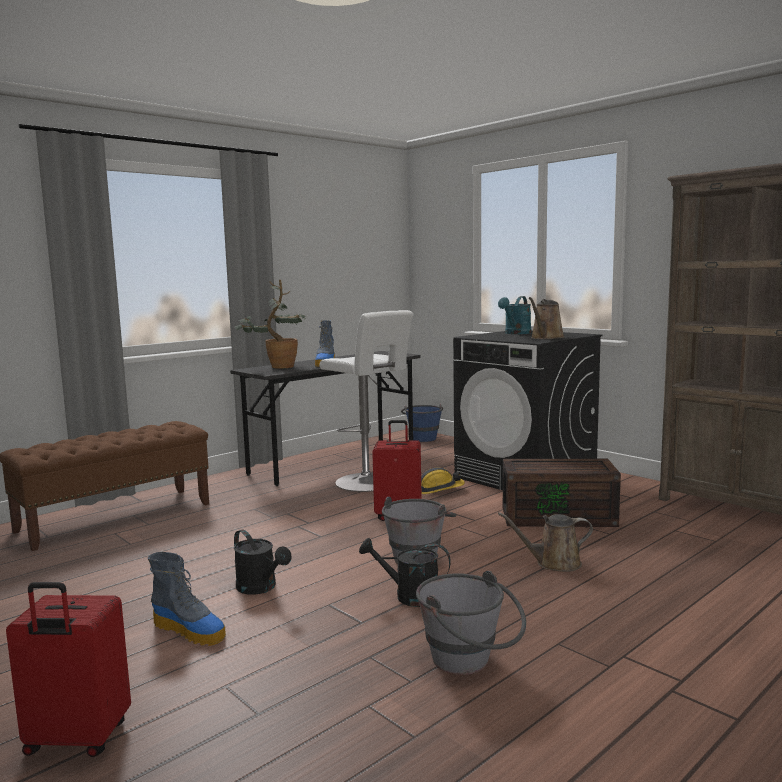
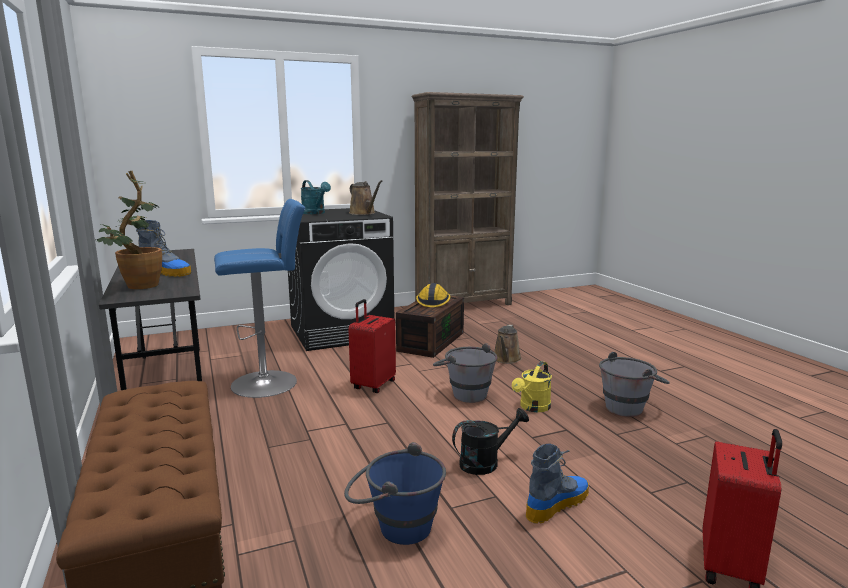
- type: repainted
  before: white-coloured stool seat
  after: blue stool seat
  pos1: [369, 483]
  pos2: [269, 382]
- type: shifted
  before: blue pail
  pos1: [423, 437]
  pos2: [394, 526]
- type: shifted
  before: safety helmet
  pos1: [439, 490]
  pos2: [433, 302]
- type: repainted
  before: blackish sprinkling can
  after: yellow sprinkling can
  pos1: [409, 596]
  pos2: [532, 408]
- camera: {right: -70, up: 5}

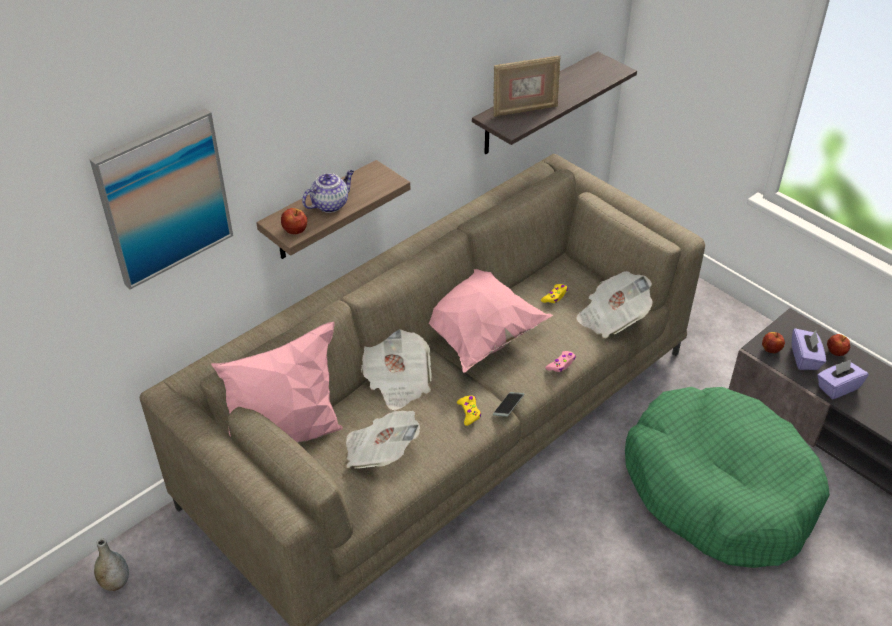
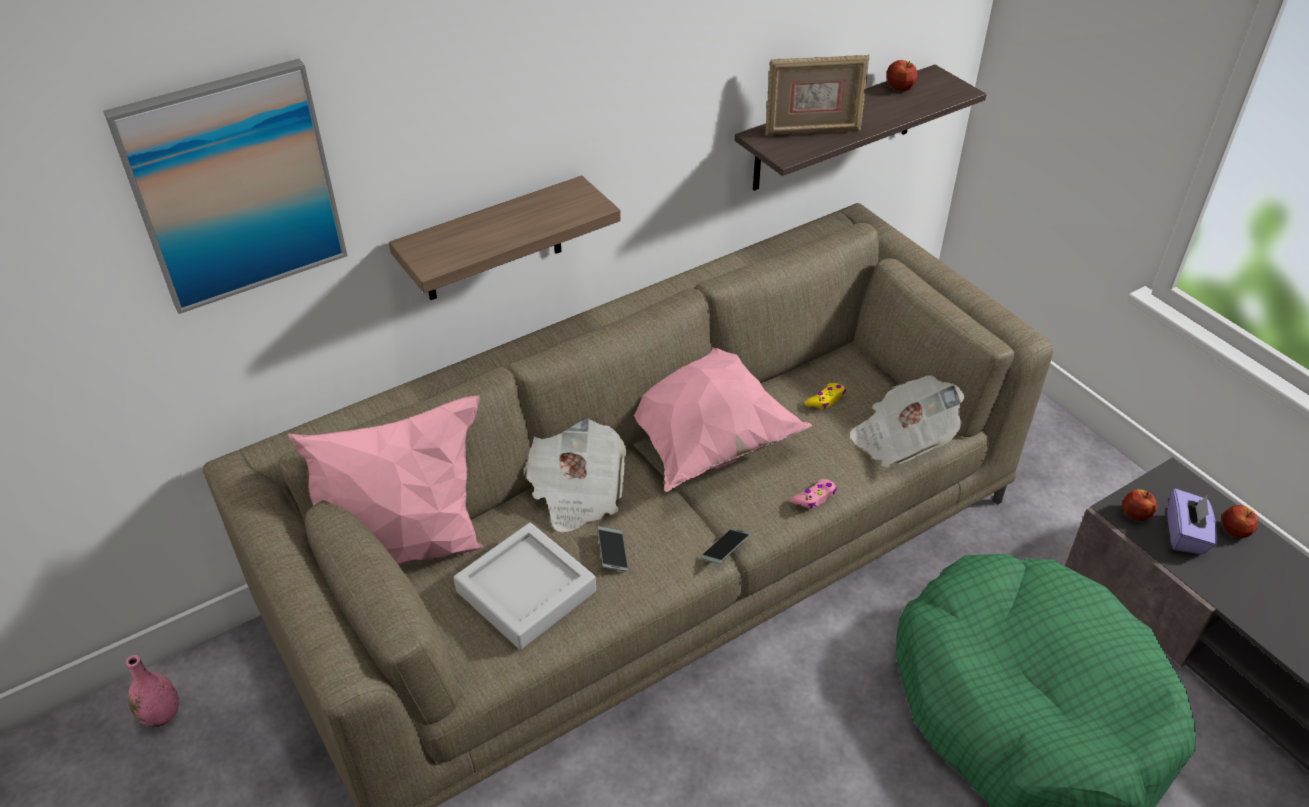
- type: gone
  before: tea pot
  pos1: [330, 204]
- type: shifted
  before: apple fruit
  pos1: [295, 230]
  pos2: [899, 88]
- type: gone
  before: purplish box of tissues
  pos1: [837, 387]
- type: gone
  before: yellow game controller
  pos1: [469, 412]
- type: swapped
  before: newspaper
  after: gray serving tray
  pos1: [380, 452]
  pos2: [526, 591]
- type: repainted
  before: gray decorative vase
  after: pink decorative vase
  pos1: [115, 582]
  pos2: [161, 715]
- type: new
  after: handset
  pos2: [612, 552]
- camera: {right: 10, up: 0}

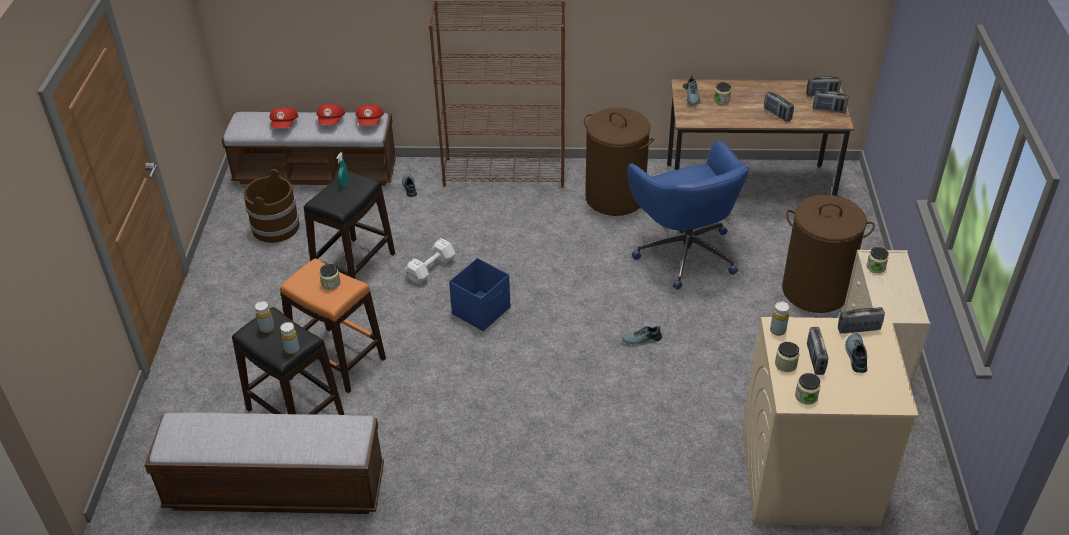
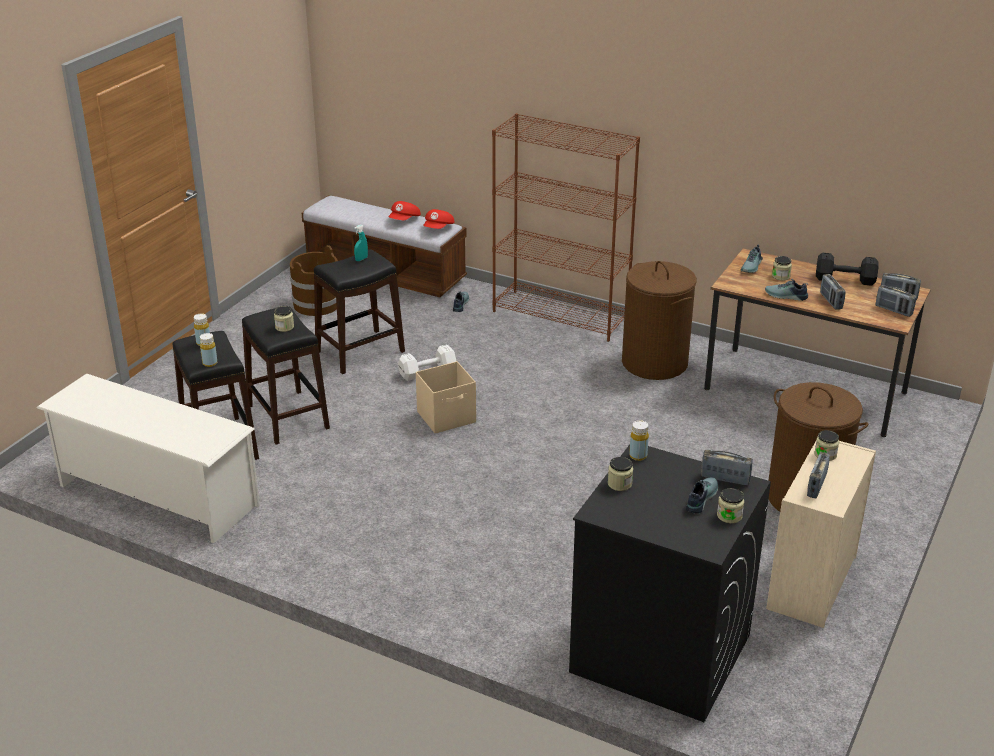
- type: gone
  before: red-coloured cap
  pos1: [285, 124]
- type: gone
  before: blue desk chair
  pos1: [684, 252]
- type: repainted
  before: orangey stool seat
  after: blackish stool seat
  pos1: [338, 359]
  pos2: [288, 416]
- type: repainted
  before: blue storage box
  after: sand-coloured storage box
  pos1: [482, 310]
  pos2: [447, 417]
- type: repainted
  before: sand-coloured washing machine
  after: blackish washing machine
  pos1: [807, 477]
  pos2: [659, 653]
- type: shifted
  before: item of footwear
  pos1: [642, 340]
  pos2: [785, 296]
- type: shifted
  before: radio receiver
  pos1: [815, 359]
  pos2: [816, 486]
- type: shifted
  before: storage jar
  pos1: [806, 396]
  pos2: [729, 516]
- type: swapped
  before: long seat
  after: white-coloured shoe rack
  pos1: [275, 489]
  pos2: [157, 495]
- type: new
  after: blackish hand weight
  pos2: [846, 280]
- camera: {right: 25, up: -10}

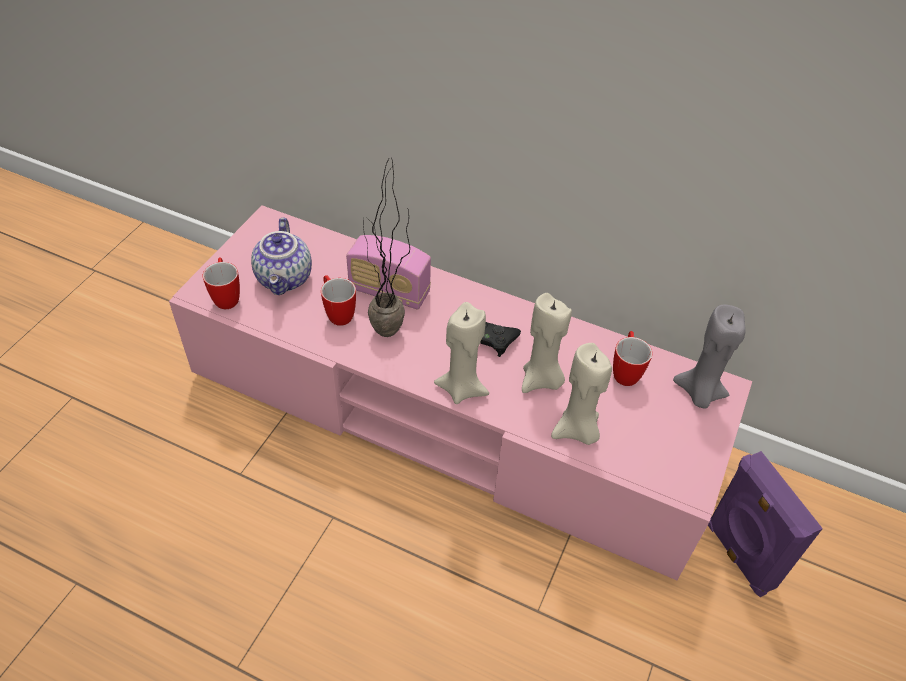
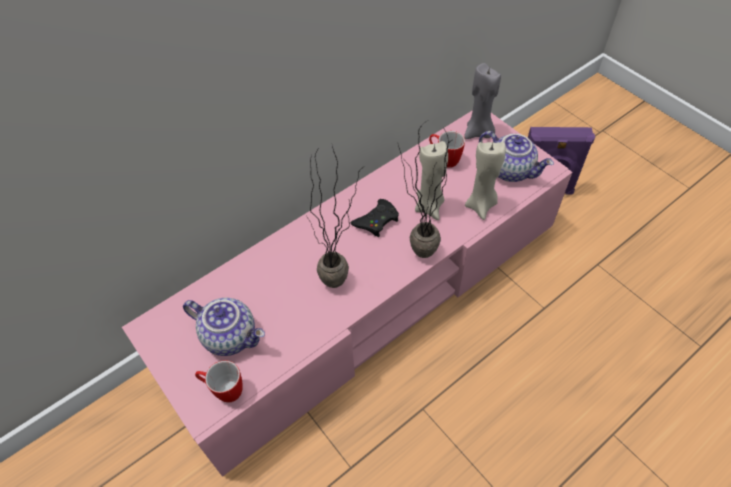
- type: gone
  before: radio receiver
  pos1: [389, 291]
- type: gone
  before: coffee mug
  pos1: [337, 313]
- type: swapped
  before: sand-coloured wax candle
  after: houseplant
  pos1: [461, 388]
  pos2: [414, 255]
- type: new
  after: tea pot
  pos2: [511, 170]
- camera: {right: -60, up: 5}

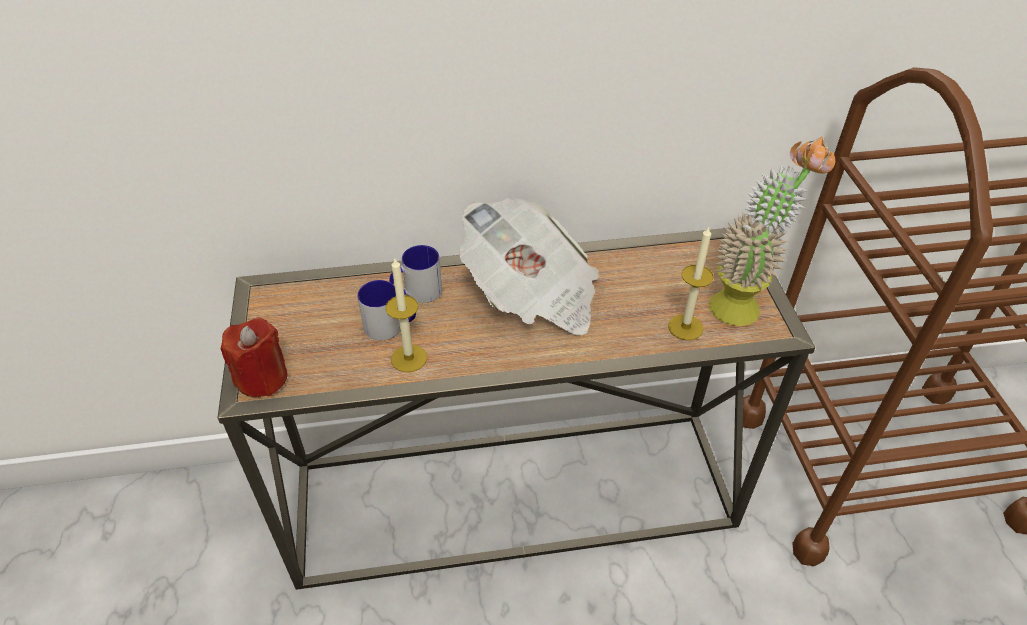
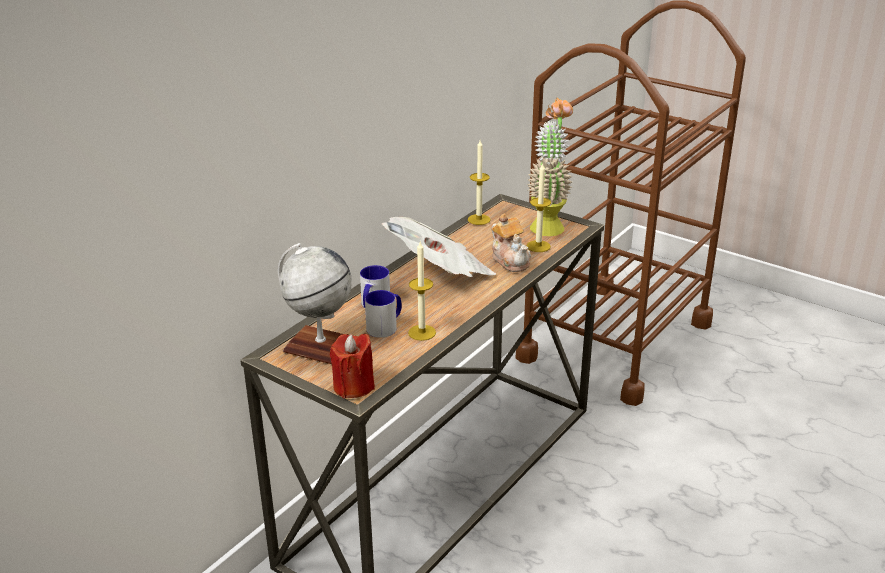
- type: new
  after: wax candle
  pos2: [479, 219]
- type: new
  after: tea pot
  pos2: [510, 260]
- type: new
  after: world globe
  pos2: [320, 347]
- camera: {right: -45, up: -15}

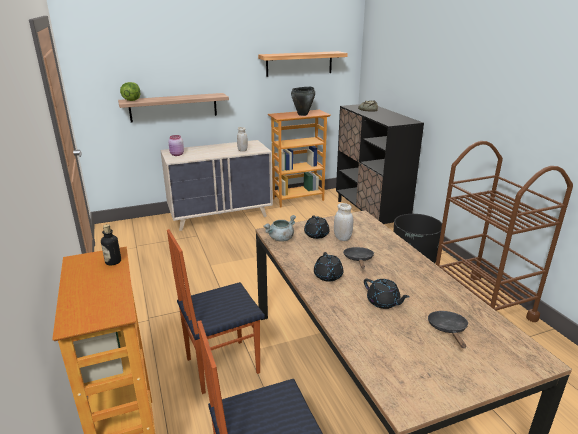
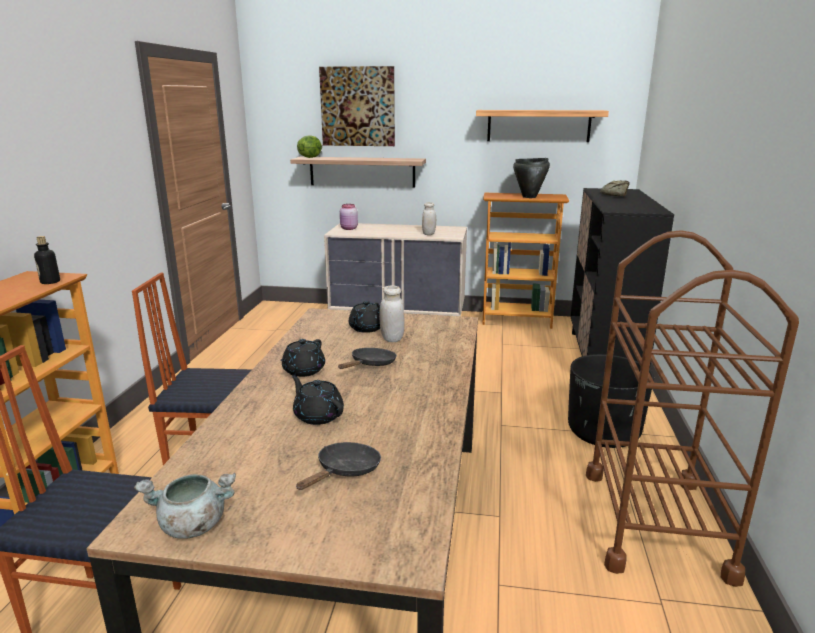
- type: shifted
  before: gray saucepot
  pos1: [281, 239]
  pos2: [191, 526]
- type: rotated
  before: blackish tea pot
  pos1: [383, 302]
  pos2: [318, 415]
  turn: 150
- type: new
  after: picture
  pos2: [358, 106]
- camera: {right: 30, up: -5}

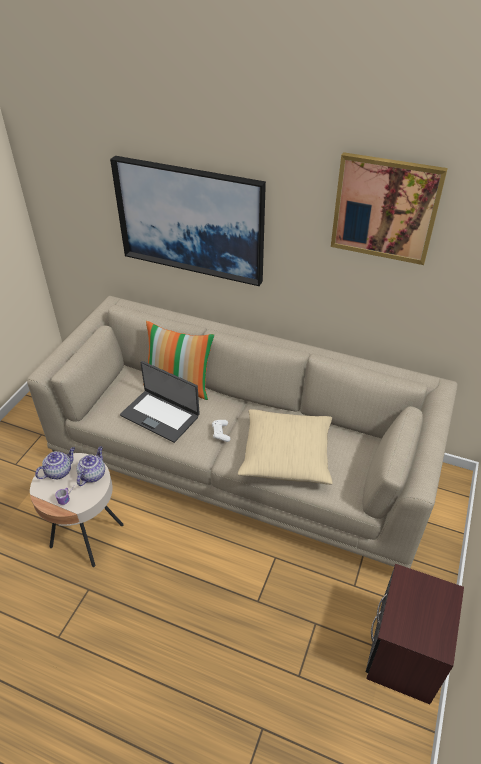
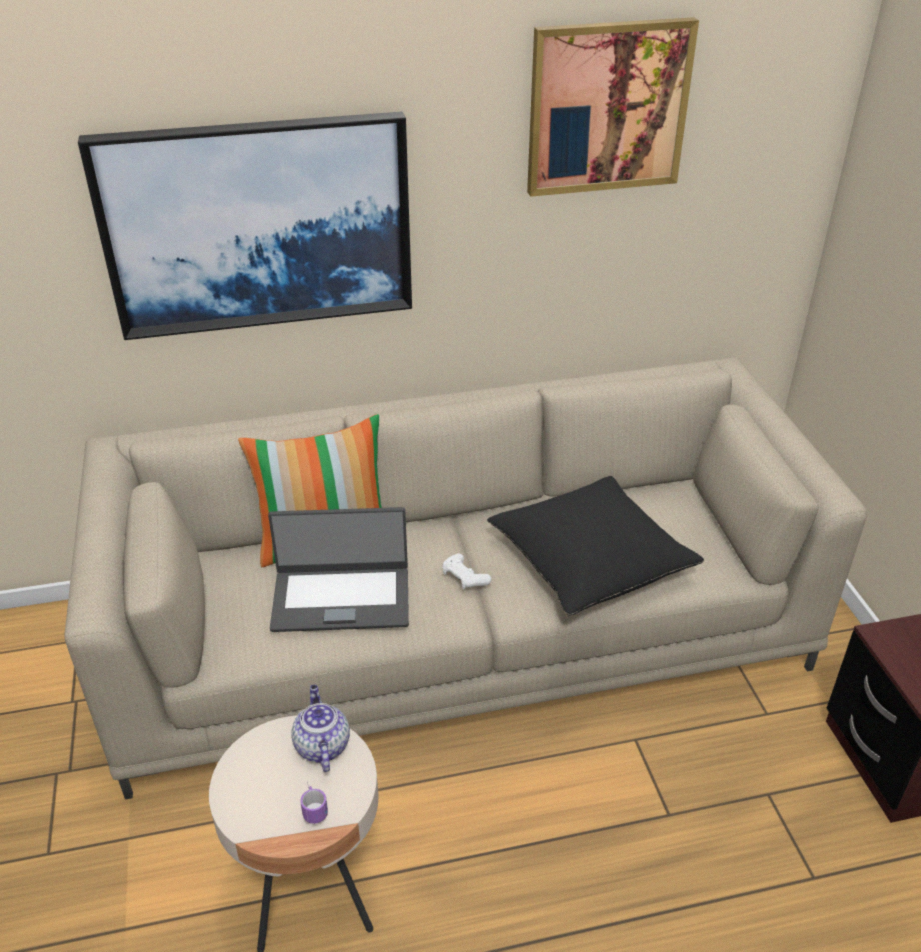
- type: repainted
  before: sand-coloured cushion
  after: blackish cushion
  pos1: [286, 454]
  pos2: [590, 560]
- type: gone
  before: tea pot
  pos1: [59, 471]
- camera: {right: -35, up: -5}

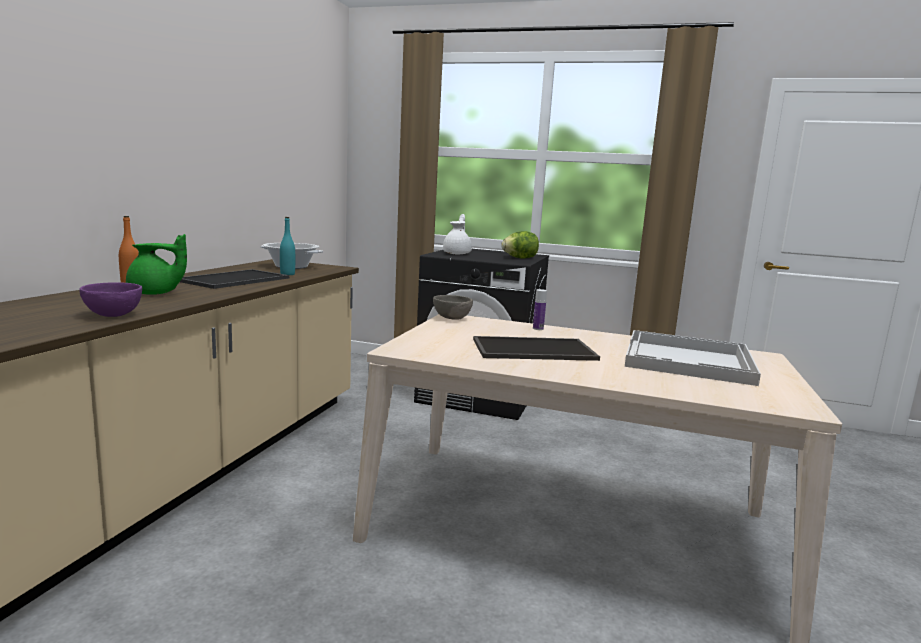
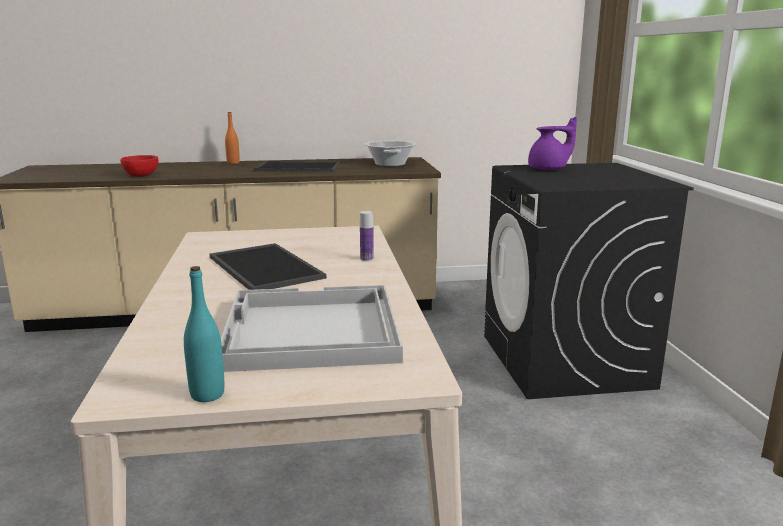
- type: repainted
  before: white-coloured tea pot
  after: purplish tea pot
  pos1: [457, 254]
  pos2: [549, 169]
- type: shifted
  before: turquoise-coloured drink bottle
  pos1: [287, 274]
  pos2: [207, 394]
- type: gone
  before: lettuce head
  pos1: [520, 258]
- type: gone
  before: green tea pot
  pos1: [155, 293]
- type: repainted
  before: purplish bowl
  after: red-coloured bowl
  pos1: [112, 315]
  pos2: [140, 176]
- type: gone
  before: gray bowl
  pos1: [452, 318]
- camera: {right: 65, up: 5}

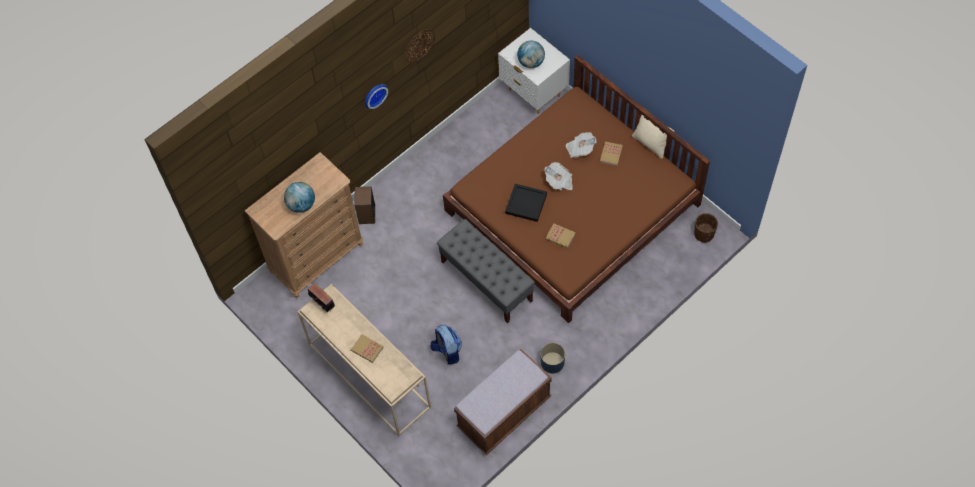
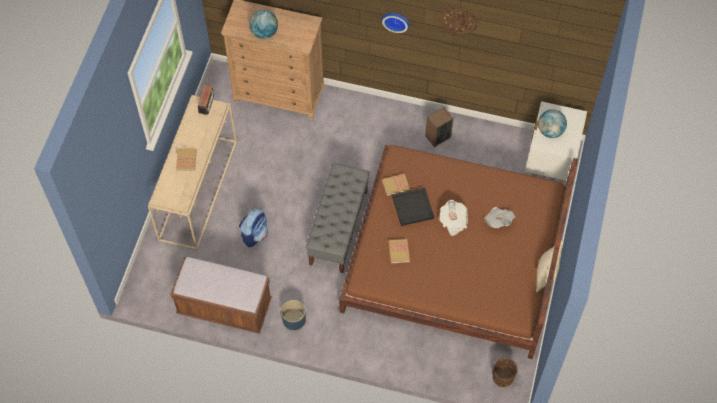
- type: shifted
  before: volume
  pos1: [611, 154]
  pos2: [395, 185]
- type: shifted
  before: speaker
  pos1: [366, 214]
  pos2: [437, 136]
- camera: {right: 55, up: 0}

